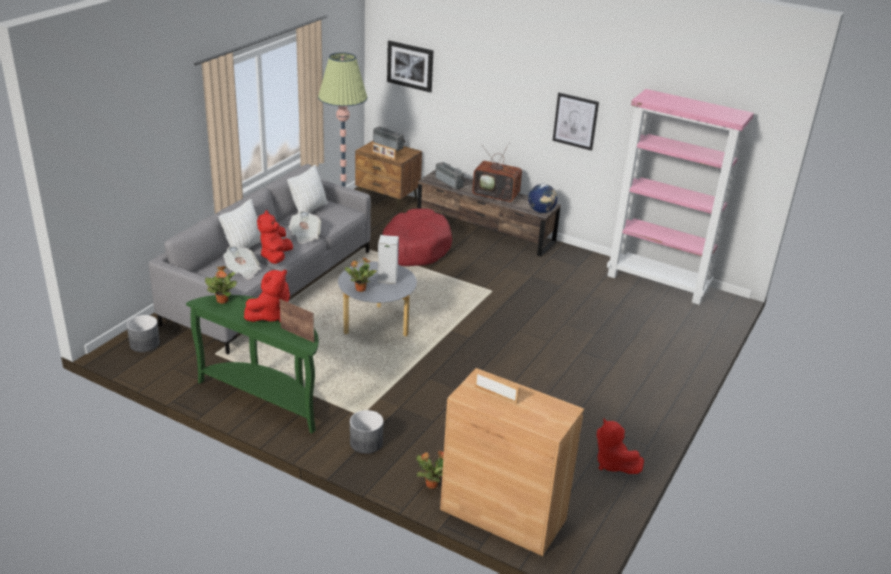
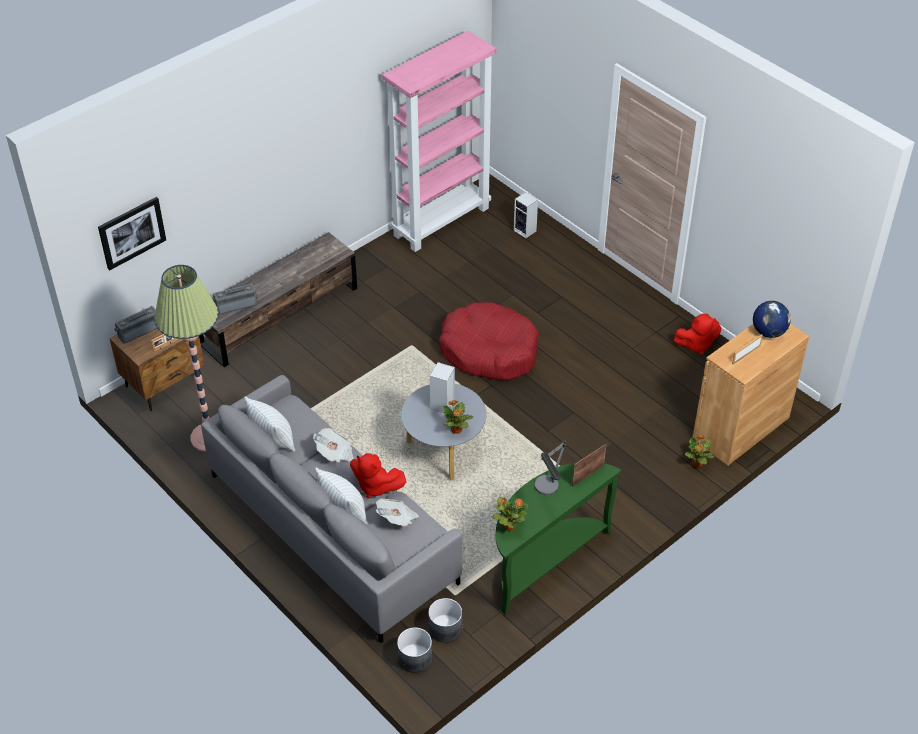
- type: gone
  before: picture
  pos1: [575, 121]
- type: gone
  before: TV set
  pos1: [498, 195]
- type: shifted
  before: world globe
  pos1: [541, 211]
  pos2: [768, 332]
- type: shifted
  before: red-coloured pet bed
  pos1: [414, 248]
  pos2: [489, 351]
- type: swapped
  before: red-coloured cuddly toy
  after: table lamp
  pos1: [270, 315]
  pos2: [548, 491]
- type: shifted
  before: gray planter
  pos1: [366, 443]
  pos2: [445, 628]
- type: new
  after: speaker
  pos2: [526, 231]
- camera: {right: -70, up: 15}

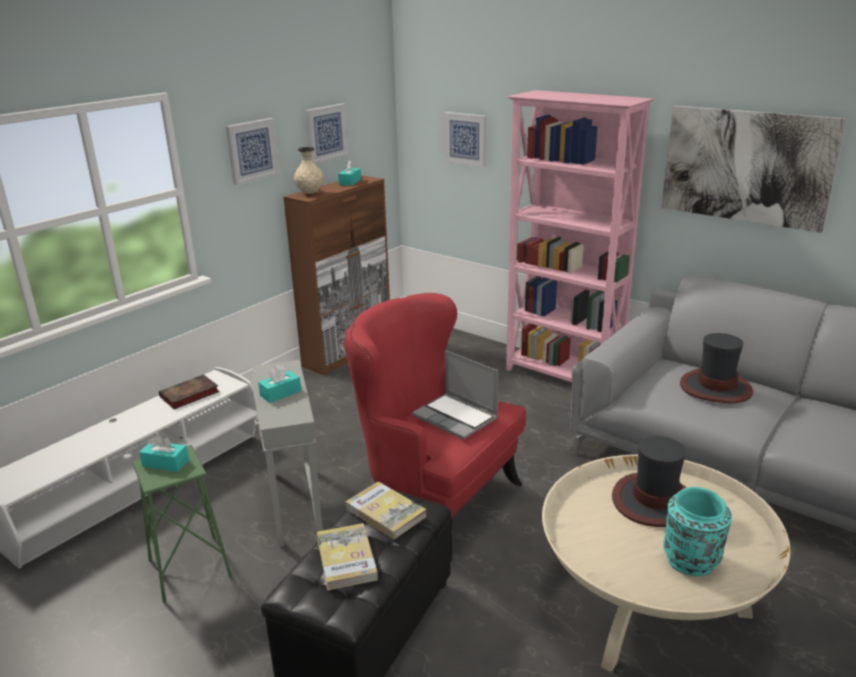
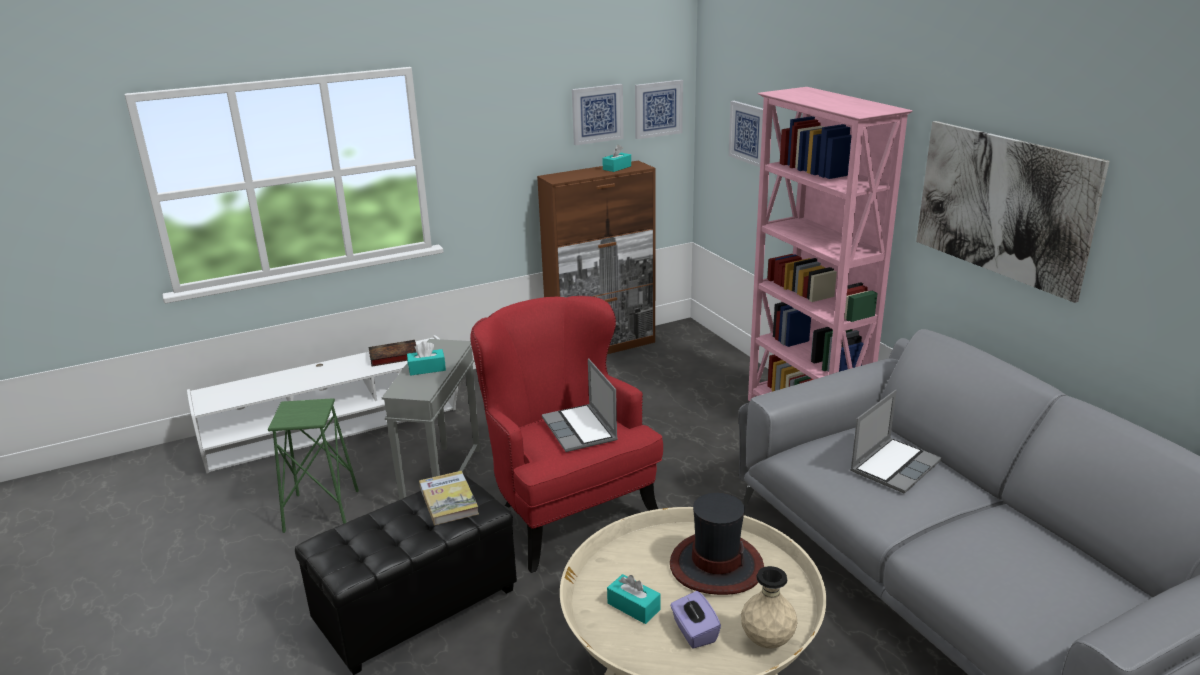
- type: shifted
  before: picture
  pos1: [252, 150]
  pos2: [658, 109]
- type: shifted
  before: sand-coloured decorative vase
  pos1: [310, 193]
  pos2: [767, 641]
- type: swapped
  before: hat
  after: laptop
  pos1: [715, 388]
  pos2: [894, 466]
- type: shifted
  before: turquoise-coloured box of tissues
  pos1: [165, 463]
  pos2: [633, 606]
- type: swapped
  before: turquoise-coloured decorative vase
  after: purplish box of tissues
  pos1: [691, 561]
  pos2: [694, 632]
- type: gone
  before: volume
  pos1: [346, 559]
- camera: {right: 25, up: 0}

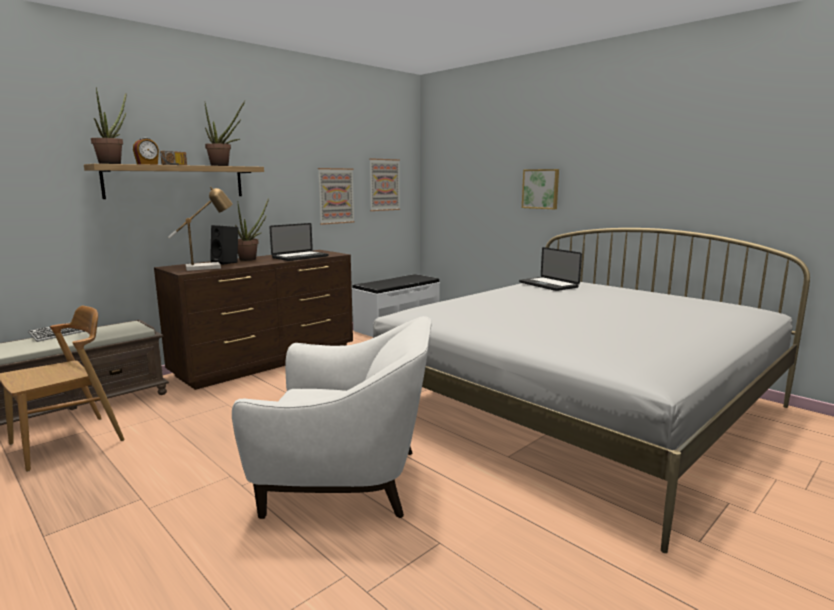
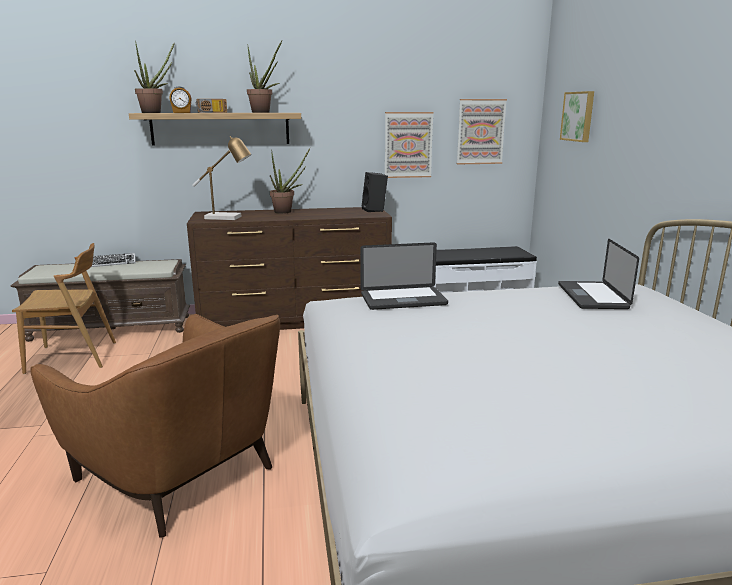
- type: shifted
  before: picture
  pos1: [541, 189]
  pos2: [578, 116]
- type: shifted
  before: laptop
  pos1: [300, 257]
  pos2: [403, 299]
- type: shifted
  before: blackish speaker
  pos1: [226, 262]
  pos2: [375, 210]
- type: repainted
  before: white-coloured easy chair
  after: brown easy chair
  pos1: [346, 480]
  pos2: [179, 473]
- camera: {right: 35, up: 5}

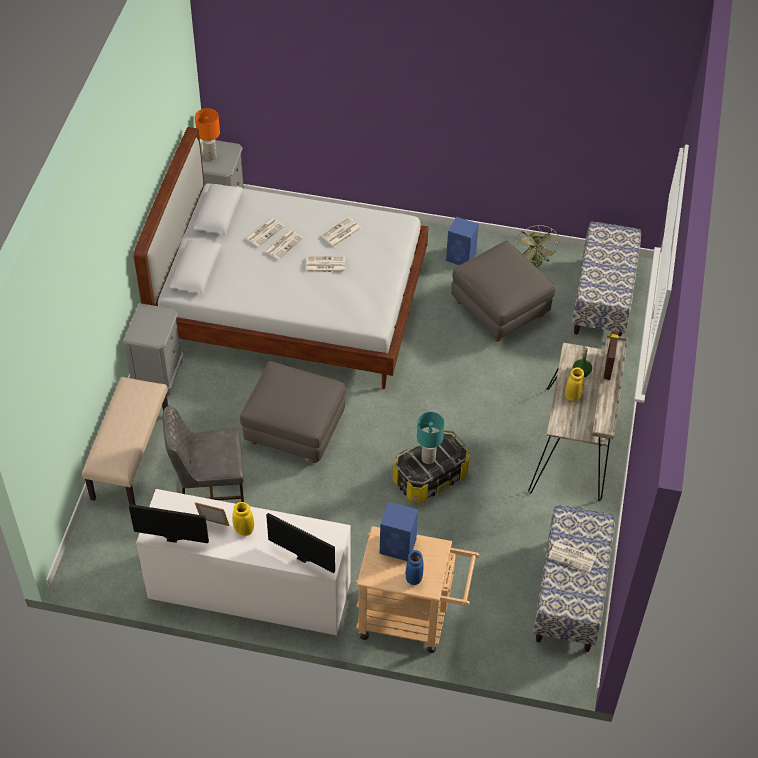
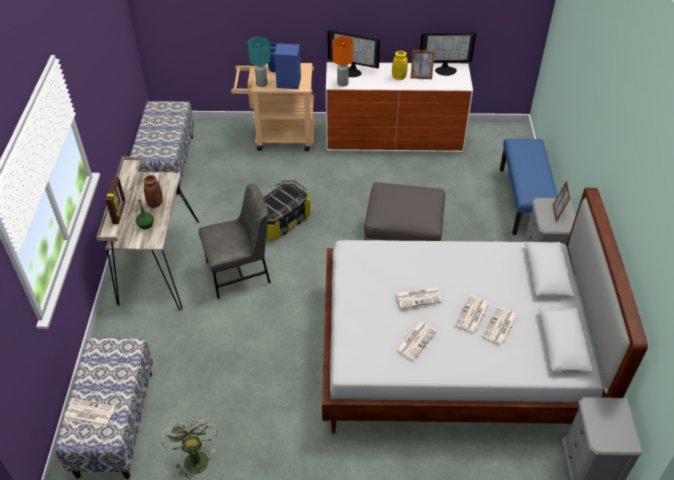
- type: shifted
  before: orangey table lamp
  pos1: [211, 156]
  pos2: [342, 83]
- type: gone
  before: blue speaker
  pos1: [461, 257]
- type: gone
  before: gray pouffe
  pos1: [500, 309]
- type: repainted
  before: yellow decorative vase
  after: brown decorative vase
  pos1: [573, 395]
  pos2: [155, 203]
- type: repainted
  before: sand-coloured long seat
  after: blue long seat
  pos1: [130, 456]
  pos2: [524, 201]
- type: shifted
  before: gray chair
  pos1: [209, 488]
  pos2: [239, 273]
- type: shifted
  before: turquoise-coloured table lamp
  pos1: [428, 458]
  pos2: [262, 84]
- type: shifted
  before: newspaper
  pos1: [572, 557]
  pos2: [88, 413]
- type: new
  after: picture frame
  pos2: [558, 213]
- camera: {right: 170, up: -5}

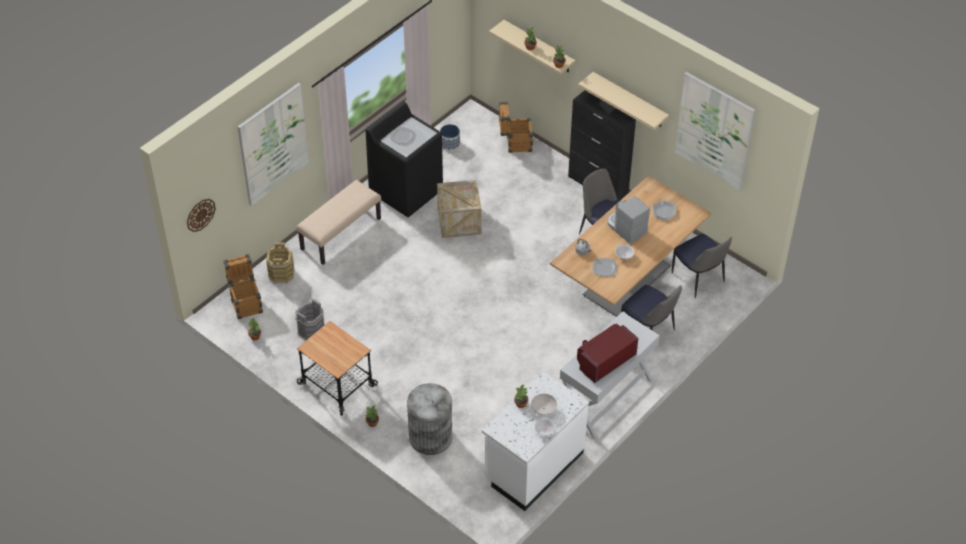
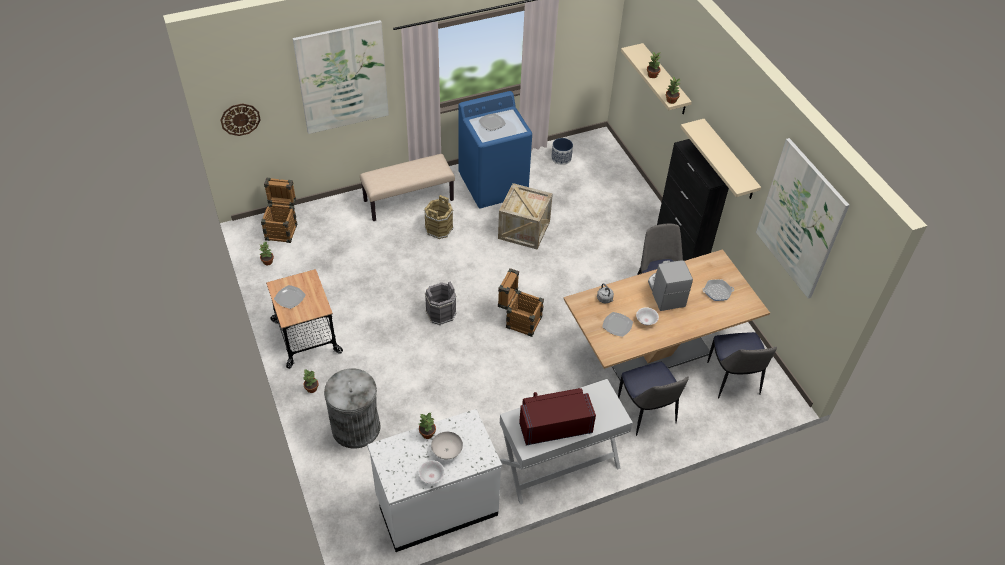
- type: repainted
  before: blackish washing machine
  after: blue washing machine
  pos1: [406, 191]
  pos2: [493, 185]
- type: shifted
  before: crate
  pos1: [515, 144]
  pos2: [519, 320]
- type: shifted
  before: brown pail
  pos1: [281, 274]
  pos2: [439, 229]
- type: shifted
  before: gray pail
  pos1: [311, 331]
  pos2: [440, 313]
- type: new
  after: plate
  pos2: [290, 297]
- camera: {right: 25, up: 0}

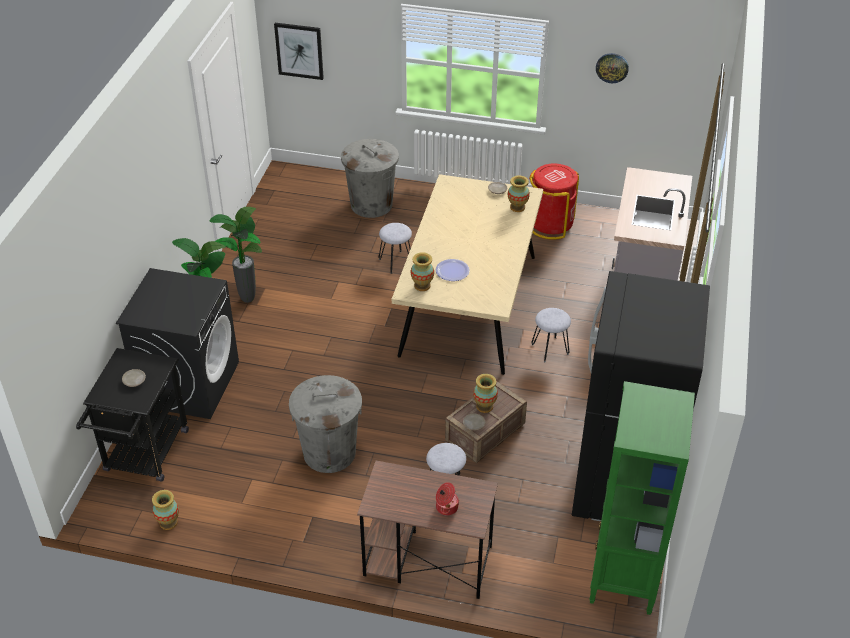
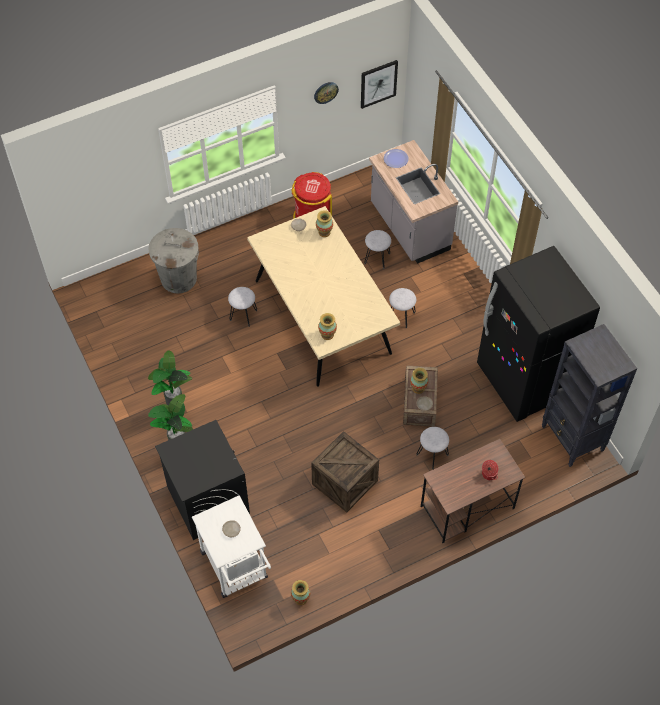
- type: shifted
  before: picture
  pos1: [299, 50]
  pos2: [378, 83]
- type: shifted
  before: plate
  pos1: [452, 271]
  pos2: [396, 159]
- type: repainted
  before: blackish cart
  after: white-coloured cart
  pos1: [143, 456]
  pos2: [237, 570]
- type: swapped
  before: gray waste bin
  after: crate
  pos1: [329, 452]
  pos2: [344, 482]
- type: repainted
  before: green bookcase
  after: blackish bookcase
  pos1: [623, 577]
  pos2: [572, 439]
- type: new
  after: gray stool seat
  pos2: [377, 258]
- camera: {right: -40, up: 15}

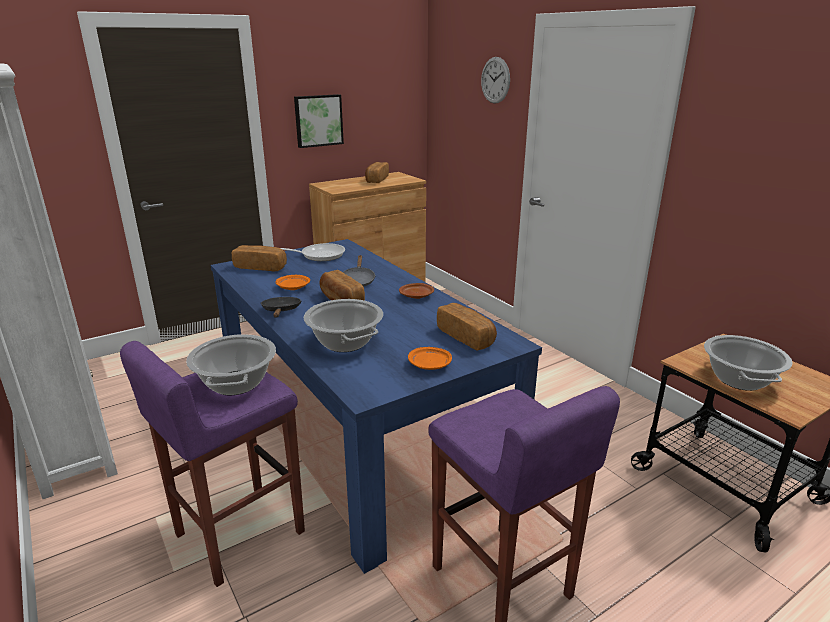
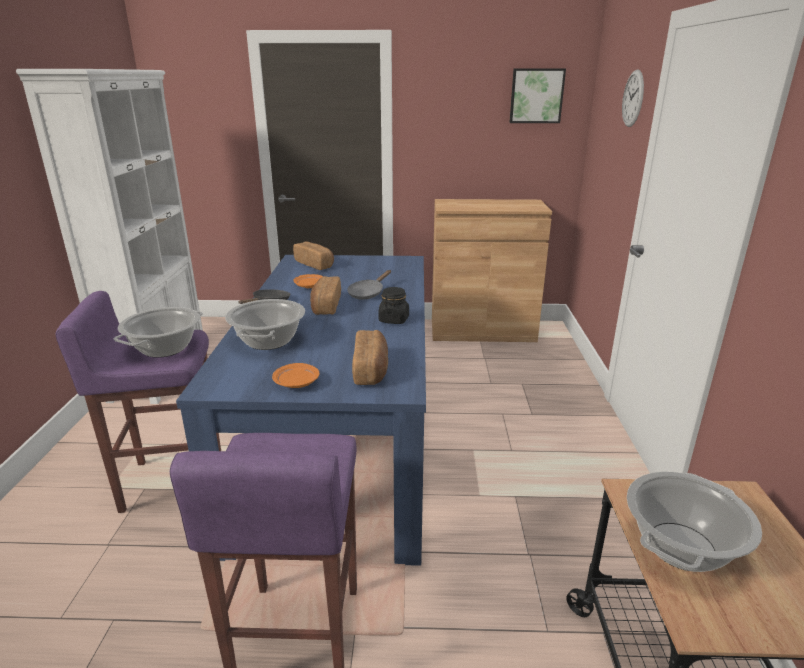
- type: shifted
  before: picture
  pos1: [318, 120]
  pos2: [536, 96]
- type: gone
  before: bread
  pos1: [376, 180]
- type: gone
  before: skillet
  pos1: [318, 255]
- type: swapped
  before: brown plate
  after: blackish storage jar
  pos1: [417, 296]
  pos2: [394, 320]
- camera: {right: 35, up: 0}

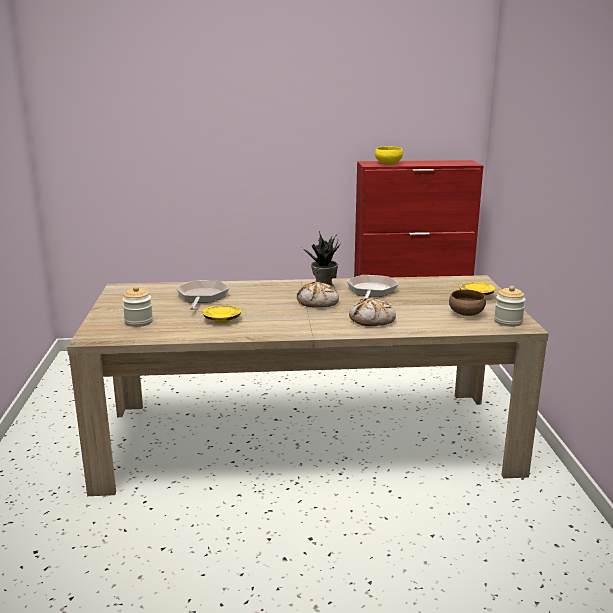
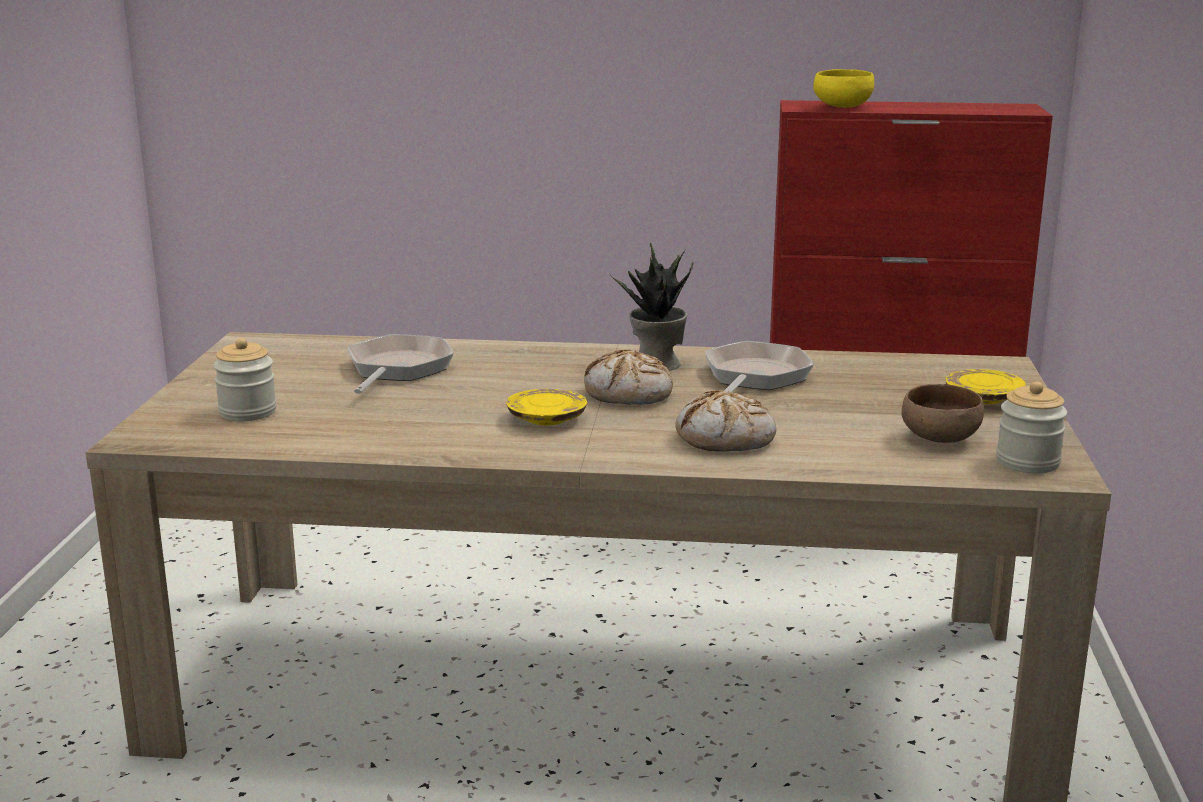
- type: shifted
  before: yellow plate
  pos1: [222, 319]
  pos2: [546, 419]
- camera: {right: 10, up: 0}

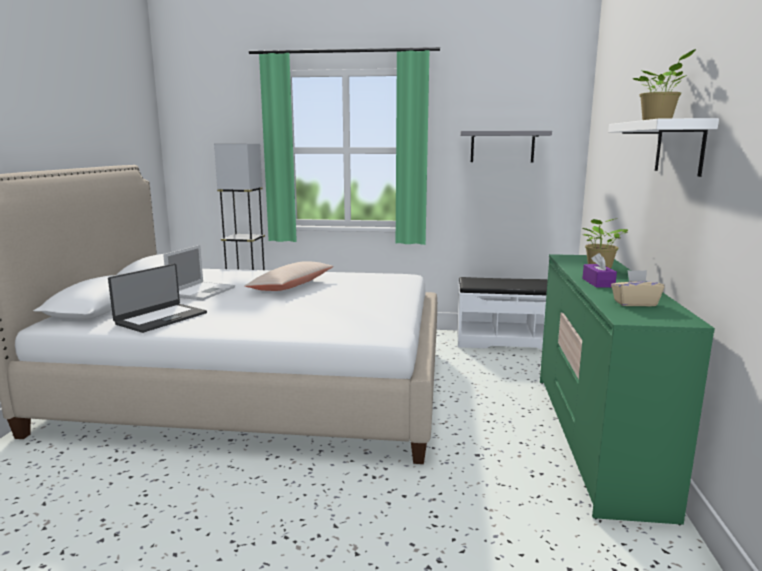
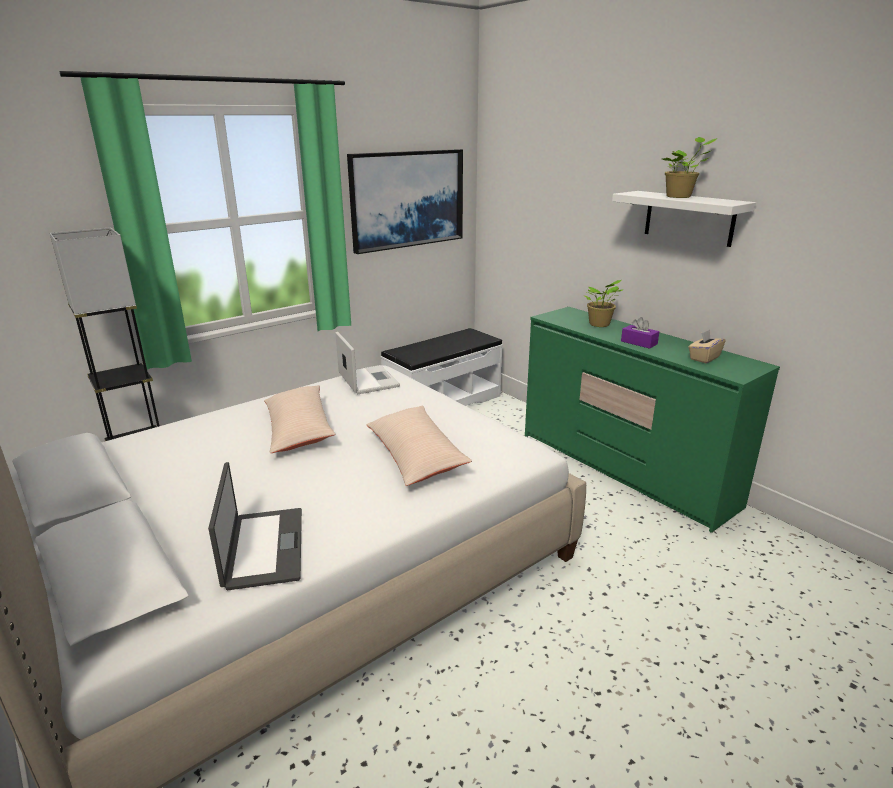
- type: swapped
  before: gray shelf
  after: picture
  pos1: [502, 146]
  pos2: [407, 199]
- type: shifted
  before: laptop
  pos1: [202, 291]
  pos2: [367, 380]
- type: new
  after: sand-coloured cushion
  pos2: [415, 455]
- camera: {right: -45, up: 10}

